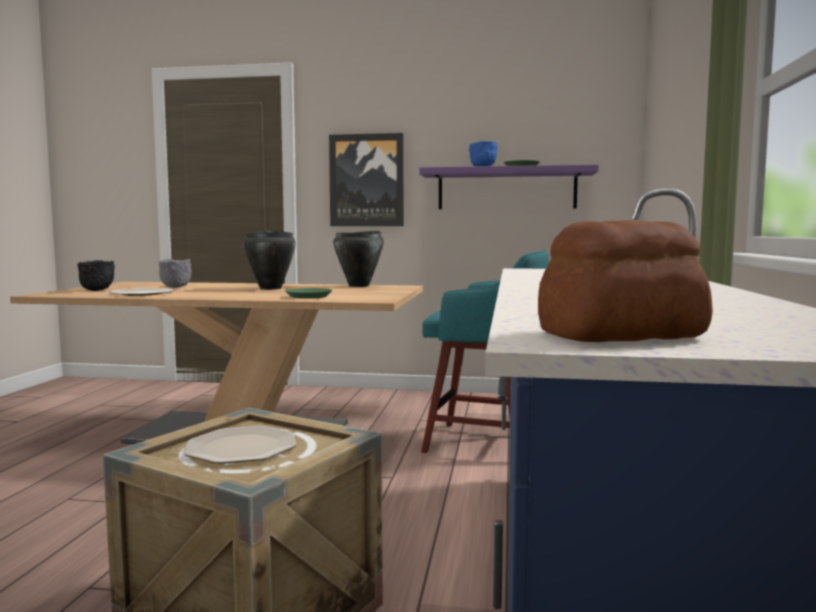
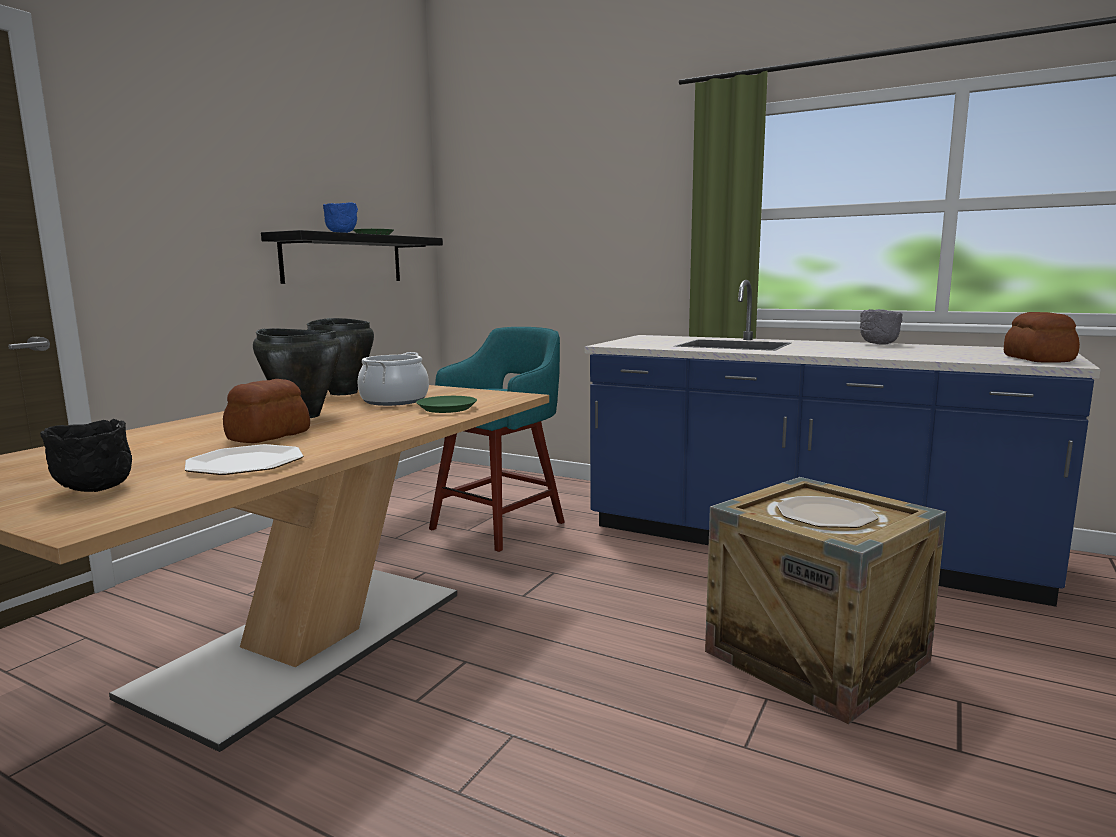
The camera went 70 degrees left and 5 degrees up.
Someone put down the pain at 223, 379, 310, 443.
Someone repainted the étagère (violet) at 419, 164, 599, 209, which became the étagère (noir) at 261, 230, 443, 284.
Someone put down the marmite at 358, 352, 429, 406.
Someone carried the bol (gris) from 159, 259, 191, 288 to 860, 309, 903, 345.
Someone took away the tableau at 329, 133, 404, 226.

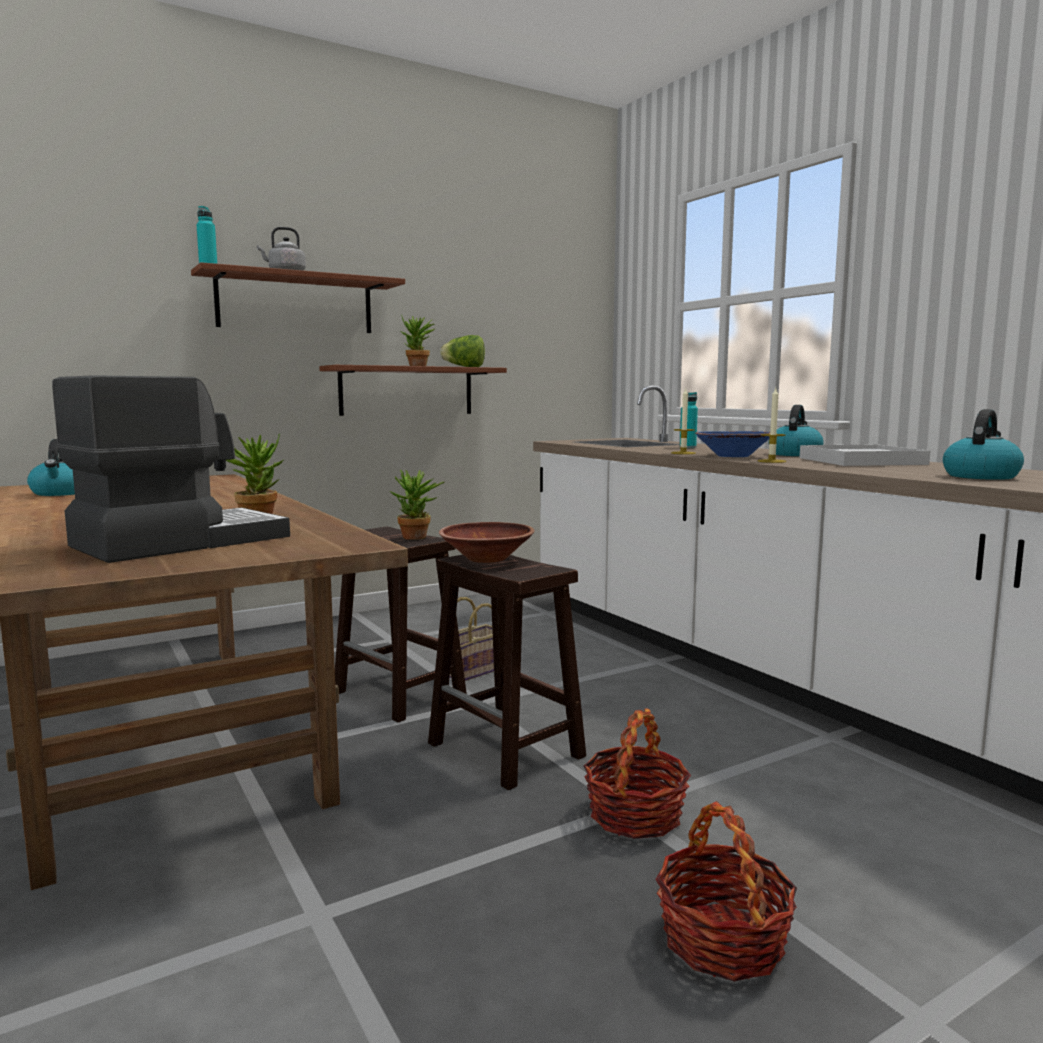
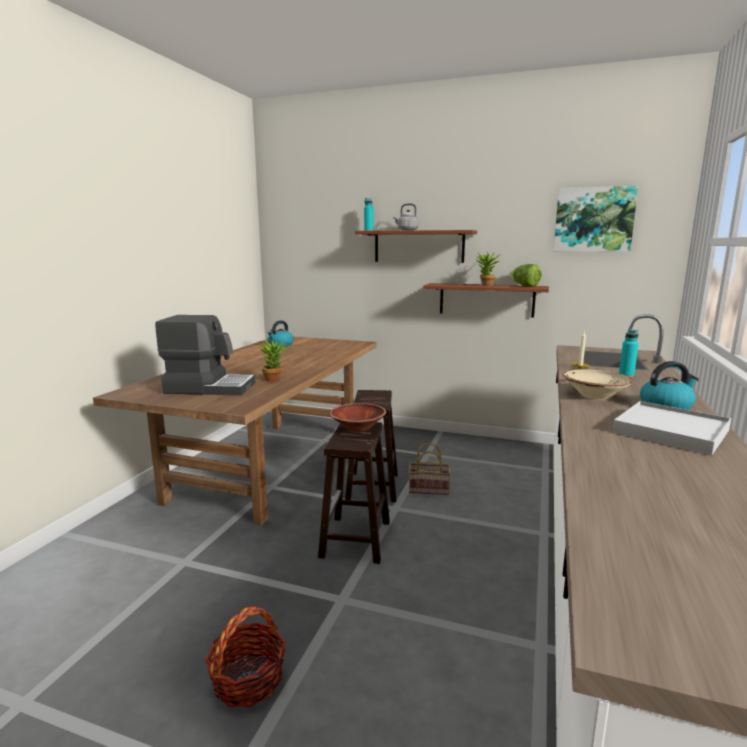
The camera went 50 degrees right and 5 degrees up.
Someone put up the tableau at 553, 186, 638, 252.
Someone repainted the bol (bleu) at 695, 431, 770, 457, which became the bol (beige) at 563, 369, 633, 400.
Someone took away the plante en pot at 390, 470, 445, 540.
Someone took away the panier at 584, 708, 691, 839.
Someone took away the bougie at 758, 388, 786, 463.
Someone took away the bouilloire at 943, 409, 1024, 480.

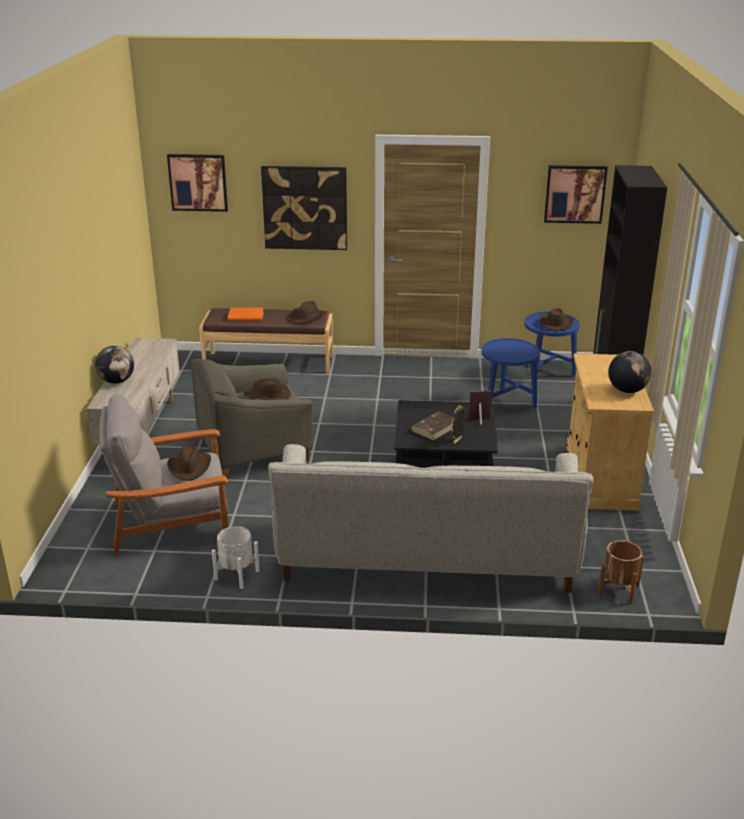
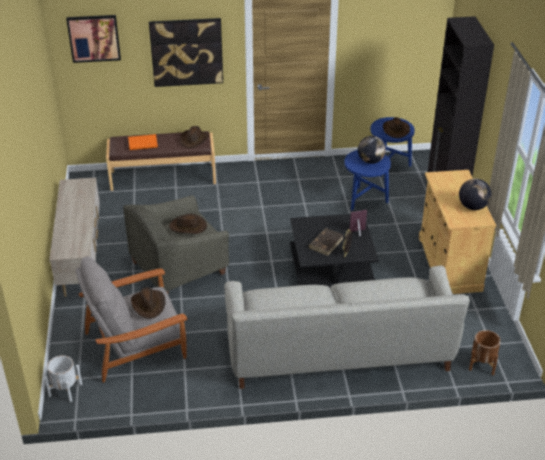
The camera went 10 degrees left and 10 degrees up.
Someone carried the cache-pot (blanc) from 212, 526, 260, 589 to 44, 355, 82, 402.
Someone carried the globe from 95, 346, 134, 384 to 358, 136, 386, 164.
Someone took away the tableau at 544, 165, 608, 224.

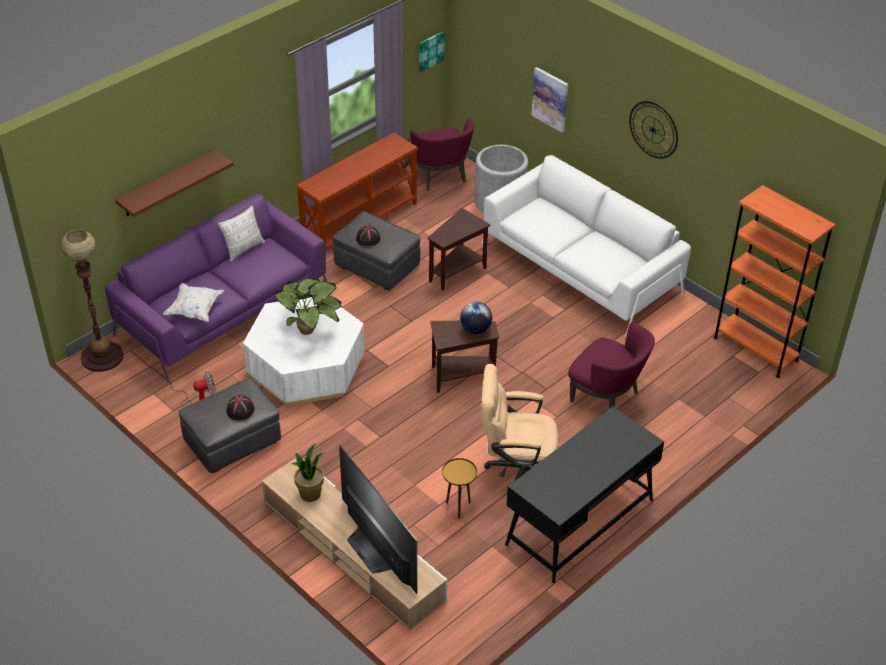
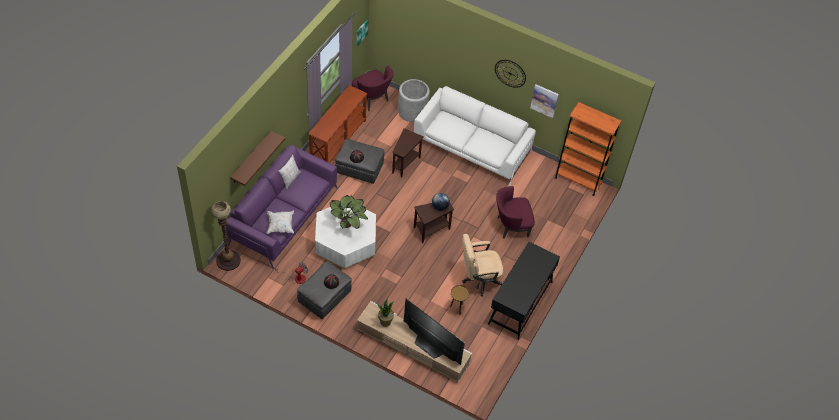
The camera went 20 degrees left and 10 degrees up.
Someone rotated the fauteuil (violet) at 568, 322, 655, 409 by 150 degrees clockwise.
Someone carried the tableau from 531, 67, 568, 132 to 530, 84, 559, 118.

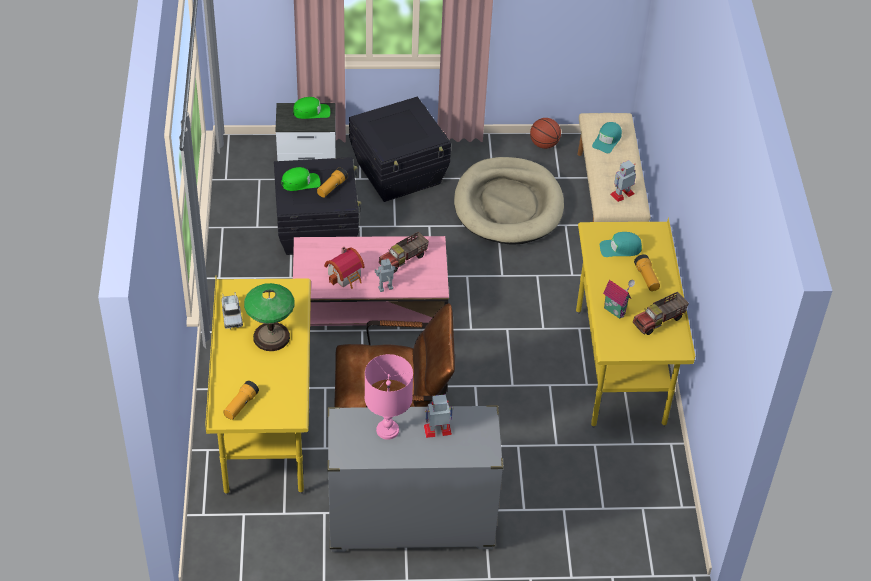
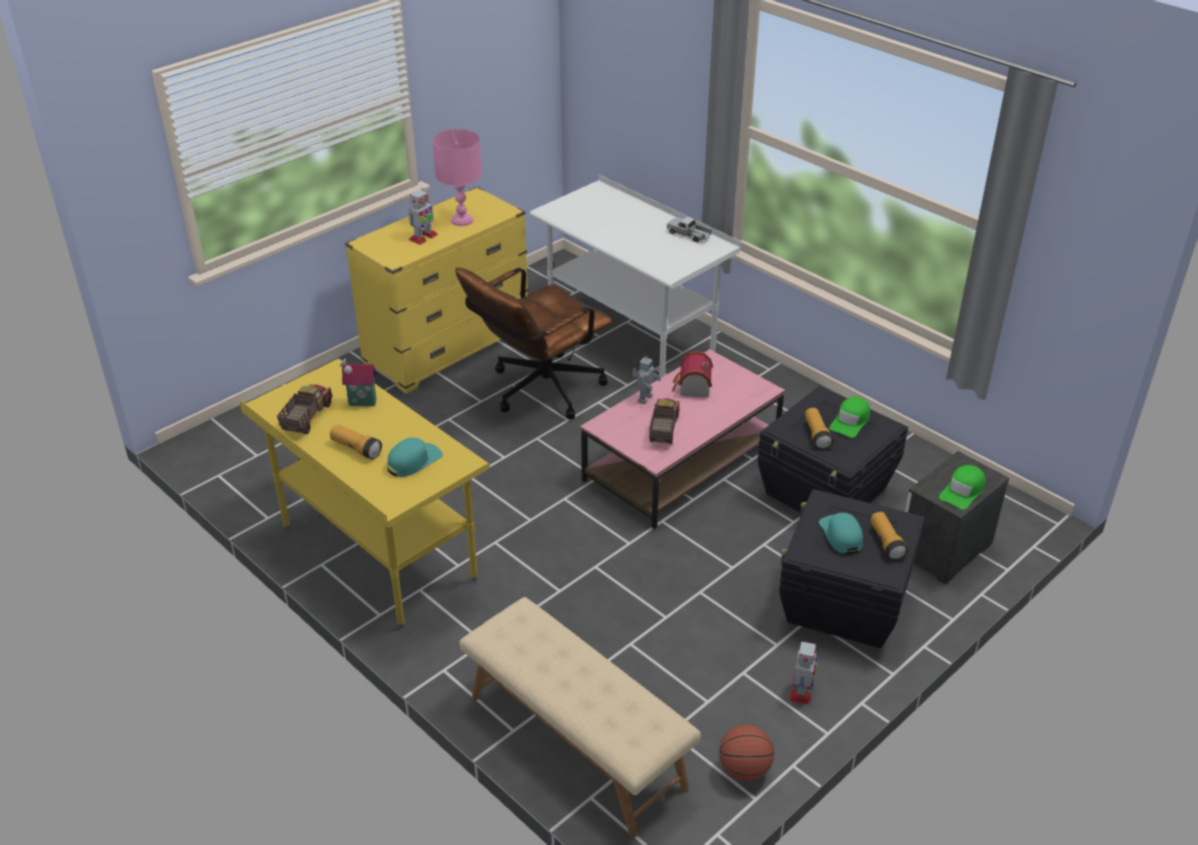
The camera went 140 degrees right and 10 degrees down.
Someone repainted the commode (gris) at 327, 405, 503, 552, which became the commode (jaune) at 345, 187, 528, 394.
Someone repainted the bureau (jaune) at 205, 277, 311, 495, which became the bureau (blanc) at 530, 175, 741, 378.
Someone carried the robot jouet from 610, 160, 636, 202 to 789, 638, 817, 705.
Someone carried the casquette (turquoise) from 592, 122, 622, 153 to 819, 513, 863, 555.
Someone carried the lampe de poche from 223, 381, 259, 420 to 871, 512, 908, 560.
Someone took away the lampe de table at 244, 283, 295, 351.
Someone took away the panier pour chien (beige) at 454, 157, 564, 245.

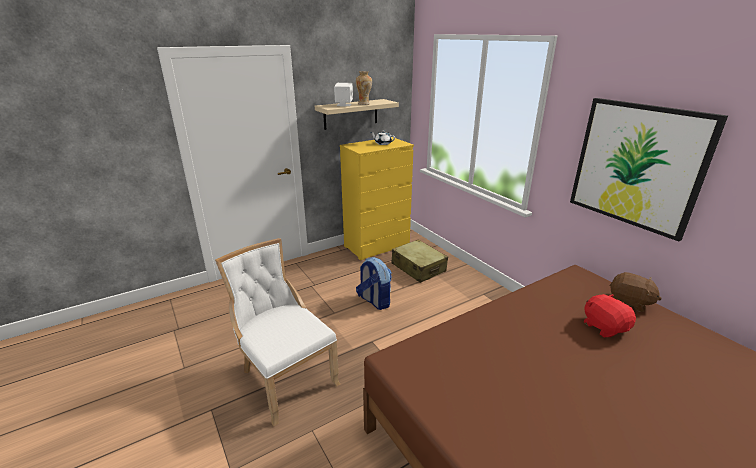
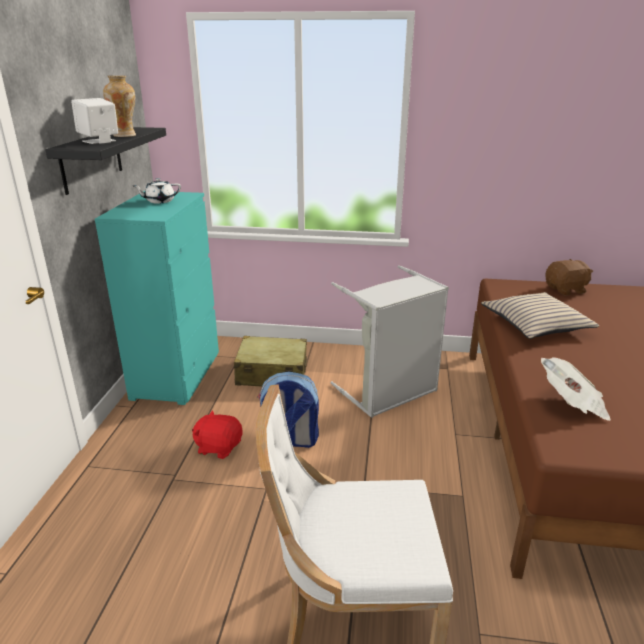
The camera went 50 degrees left and 0 degrees up.
Someone repainted the étagère (beige) at 315, 99, 399, 130, which became the étagère (noir) at 45, 127, 166, 195.
Someone repainted the commode (jaune) at 340, 137, 414, 260, which became the commode (turquoise) at 95, 191, 219, 405.
Someone carried the peluche (rouge) from 584, 294, 636, 337 to 192, 410, 243, 459.
Someone put down the panier à linge (gris) at 330, 265, 449, 418.
Someone put down the coussin (beige) at 481, 292, 599, 339.
Someone put down the journal at 541, 357, 611, 421.
Someone took away the tableau at 570, 98, 728, 241.

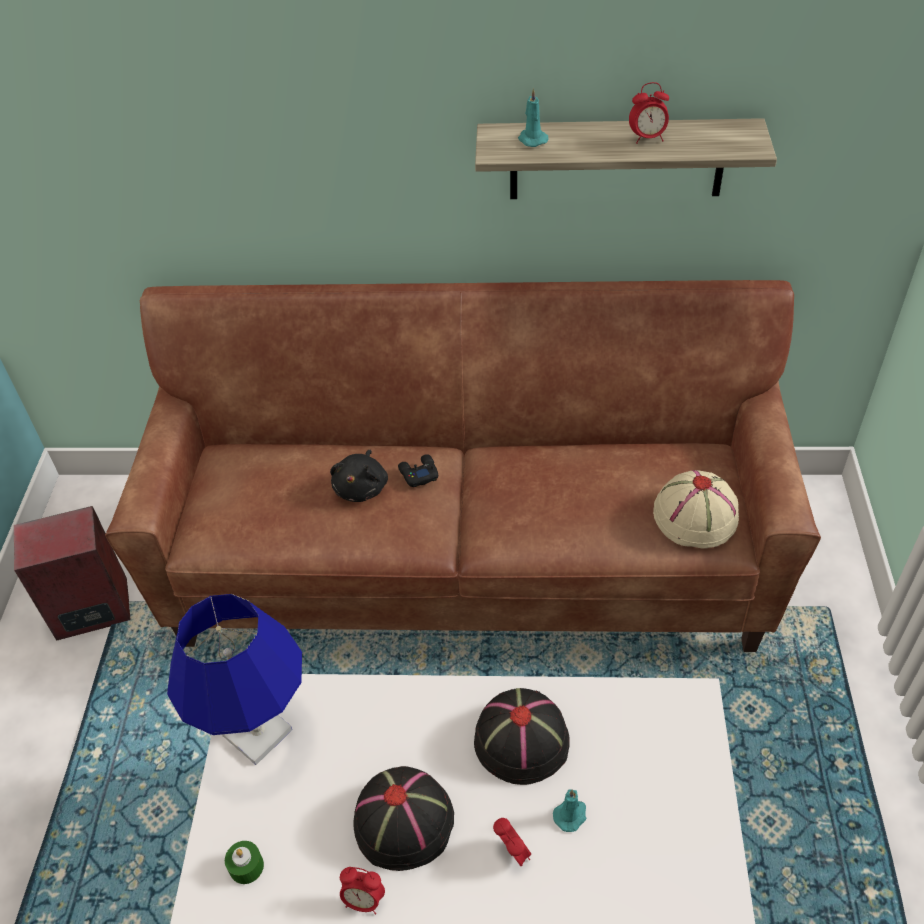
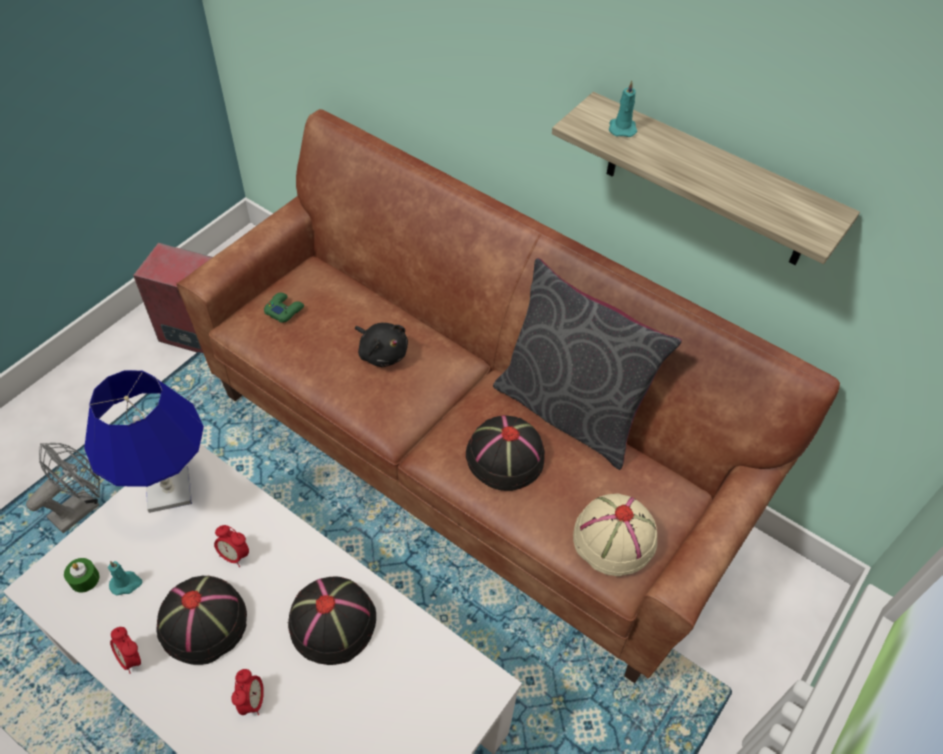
The camera went 30 degrees right and 5 degrees up.
Someone put down the ventilateur (gris) at 26, 443, 100, 533.
Someone carried the bougie (turquoise) from 553, 789, 586, 832 to 108, 561, 142, 596.
Someone carried the réveil from 629, 82, 669, 144 to 214, 525, 249, 567.
Someone put down the manette (vert) at 264, 293, 304, 323.
Someone rotated the peluche (noir) at 330, 450, 388, 502 by 90 degrees counterclockwise.
Someone put down the chapeau (noir) at 466, 415, 545, 491.
Someone put down the coussin (gris) at 493, 258, 682, 470.
Someone took away the manette (noir) at 398, 454, 438, 487.

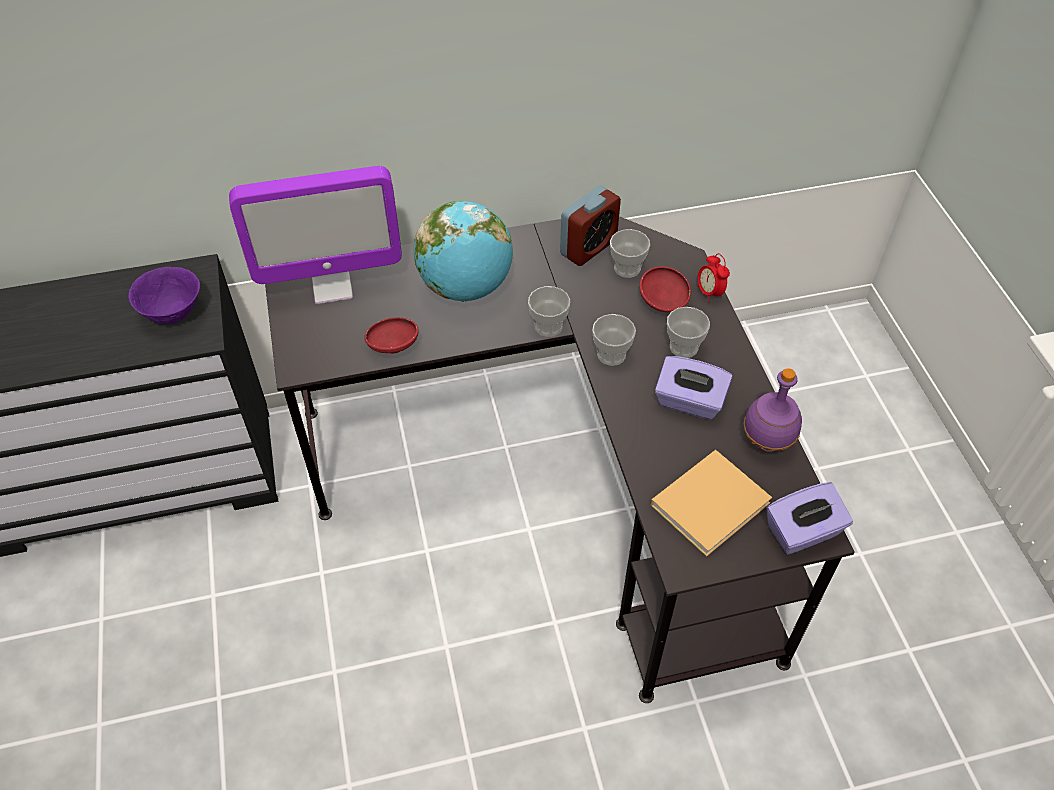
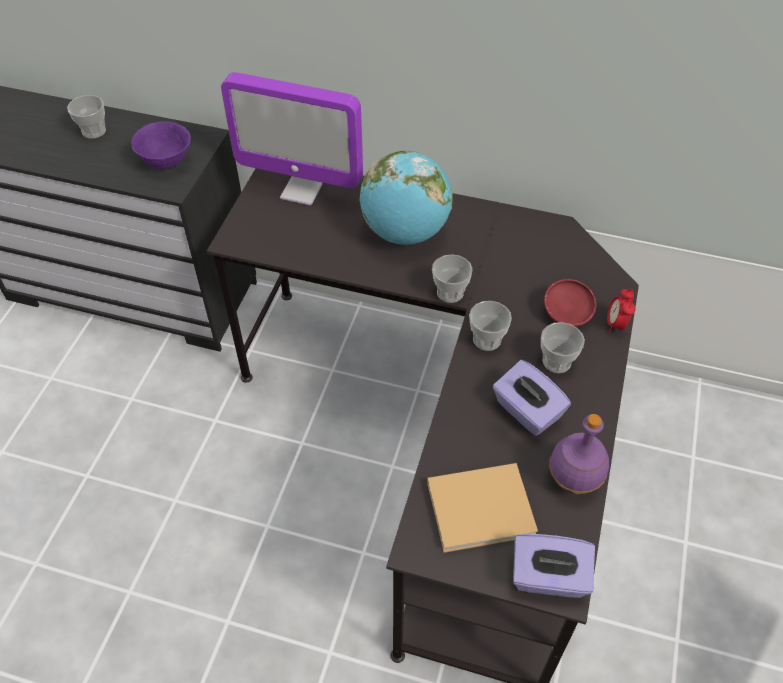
The camera went 30 degrees right and 0 degrees up.
Someone carried the tasse from 610, 229, 650, 278 to 67, 95, 106, 139.
Someone took away the bol (rouge) at 364, 317, 419, 353.
Someone took away the réveil at 560, 186, 621, 266.

